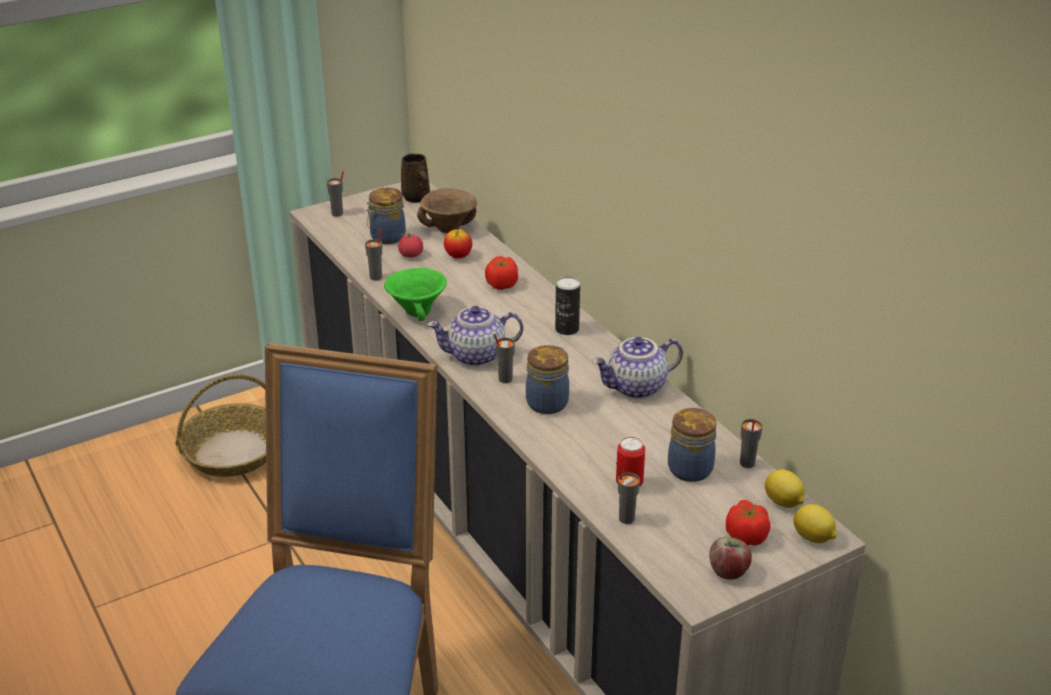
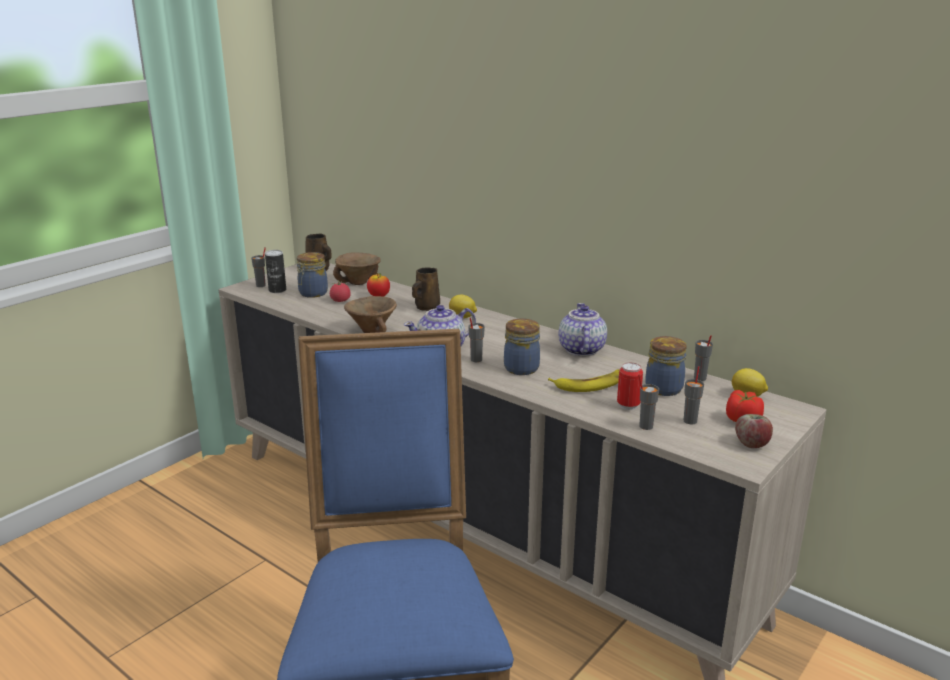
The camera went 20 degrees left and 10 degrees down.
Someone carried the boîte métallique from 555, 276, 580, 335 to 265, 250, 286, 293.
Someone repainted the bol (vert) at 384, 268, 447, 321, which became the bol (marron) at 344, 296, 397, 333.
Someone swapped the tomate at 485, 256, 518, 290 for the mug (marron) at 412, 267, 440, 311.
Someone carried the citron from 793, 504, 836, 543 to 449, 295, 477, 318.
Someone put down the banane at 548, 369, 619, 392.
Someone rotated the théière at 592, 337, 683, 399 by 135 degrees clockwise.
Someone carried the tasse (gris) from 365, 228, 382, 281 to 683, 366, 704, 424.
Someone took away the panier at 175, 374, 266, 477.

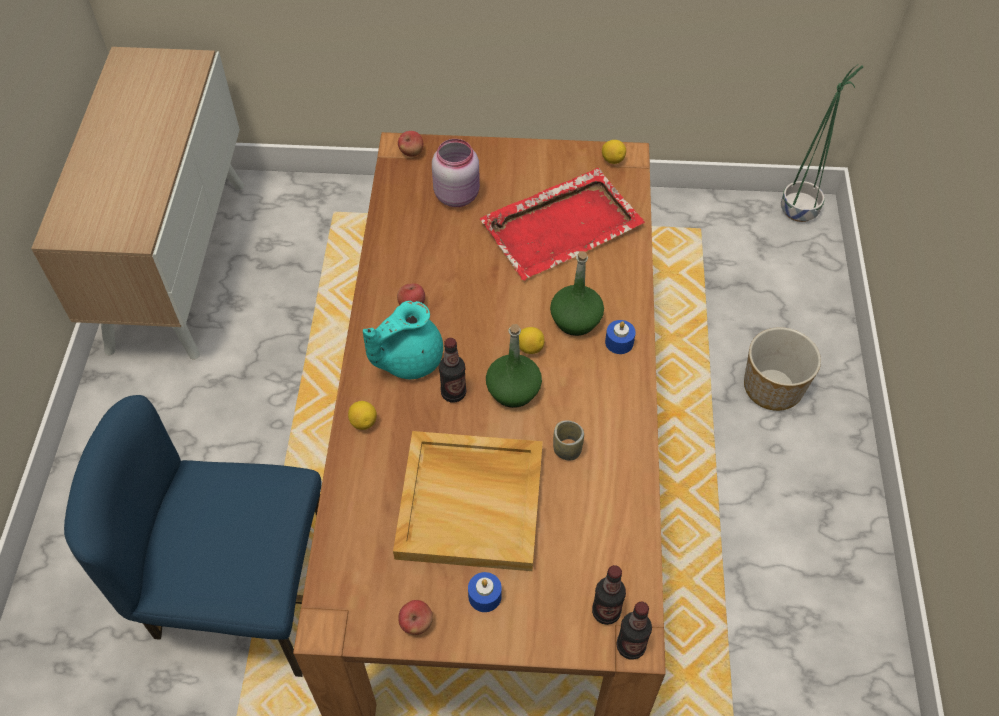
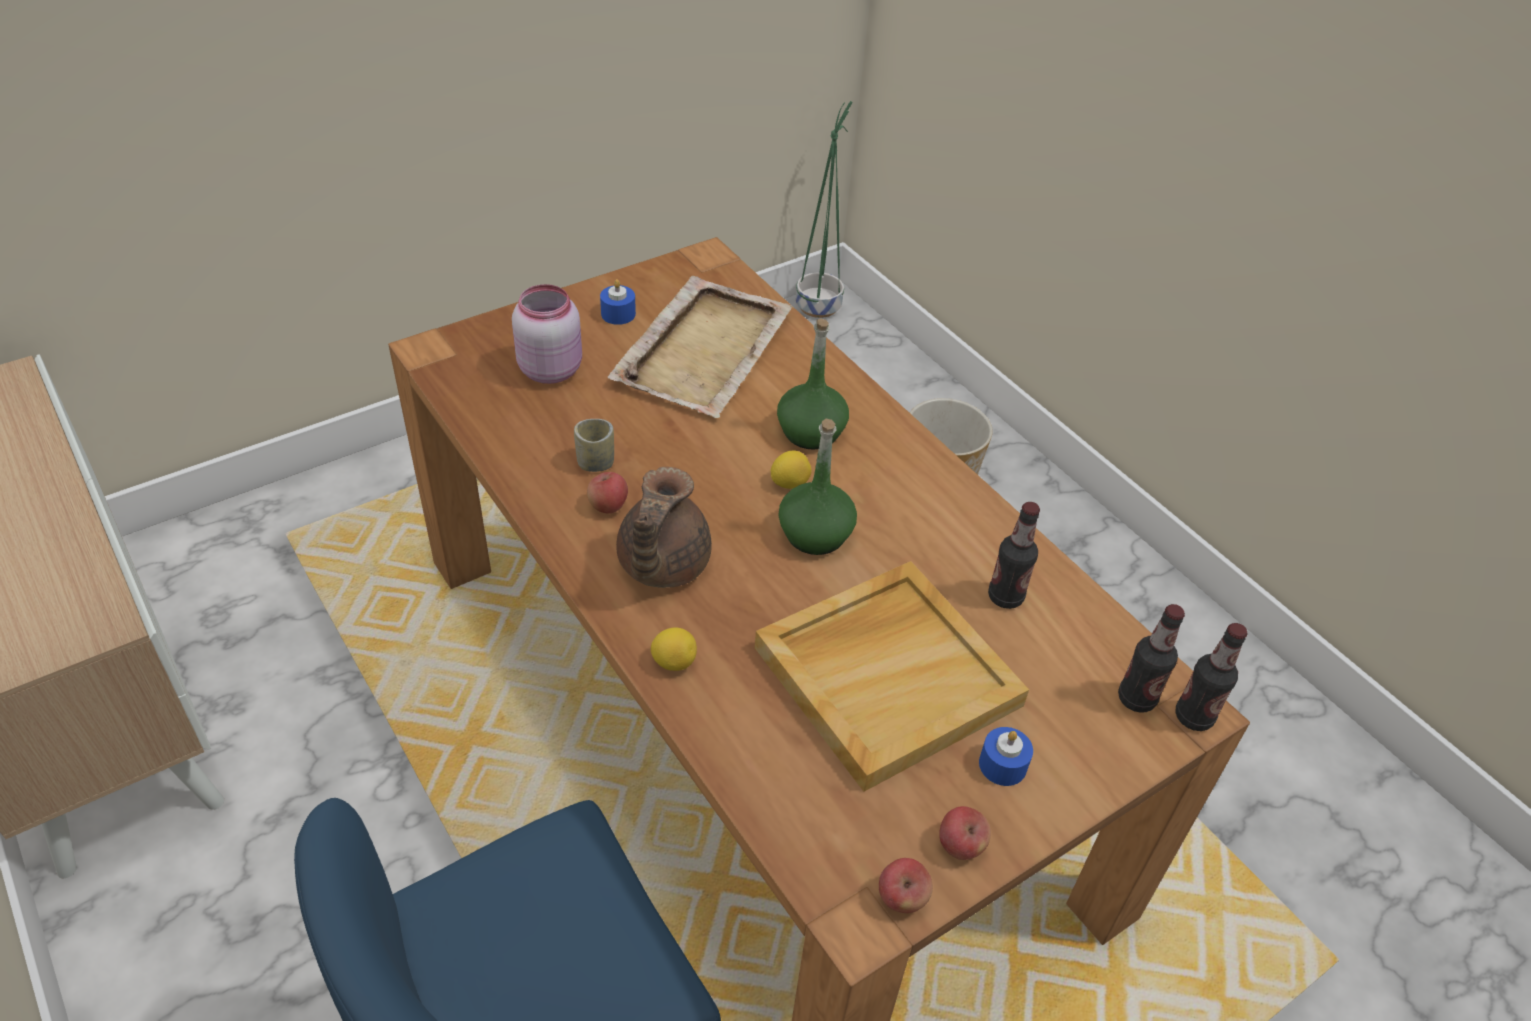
The camera went 40 degrees left and 10 degrees down.
Someone carried the tasse from 553, 420, 584, 460 to 574, 419, 614, 472.
Someone carried the bougie (bleu) from 605, 320, 636, 354 to 600, 279, 636, 325.
Someone repainted the plateau (rouge) at 480, 168, 645, 280, which became the plateau (beige) at 608, 276, 793, 418.
Someone repainted the théière (turquoise) at 363, 301, 443, 379, which became the théière (marron) at 616, 467, 712, 588.
Someone carried the pomme from 398, 131, 423, 157 to 879, 858, 933, 913.
Someone carried the bouteille from 439, 338, 466, 403 to 988, 502, 1040, 609.
Someone took away the citron at 602, 140, 626, 164.

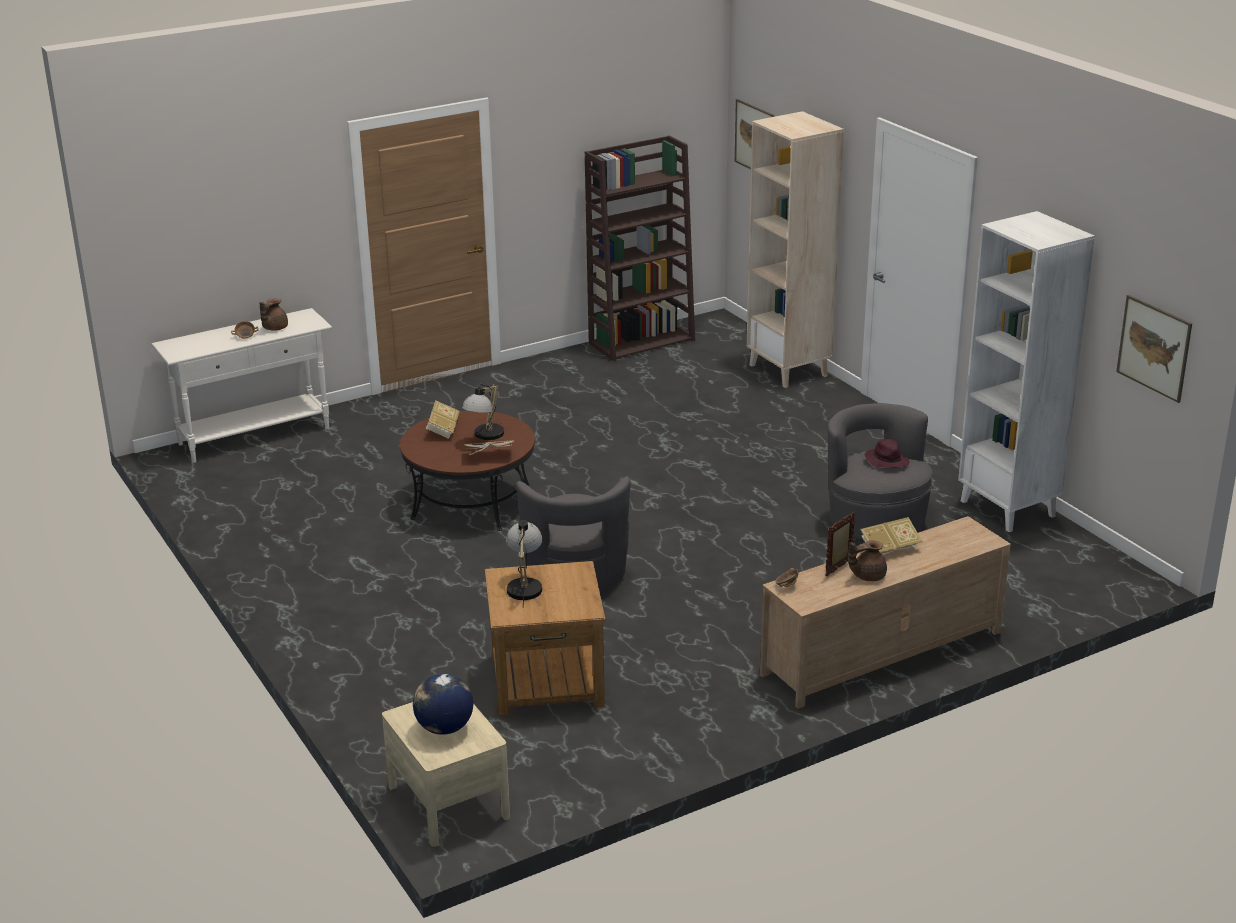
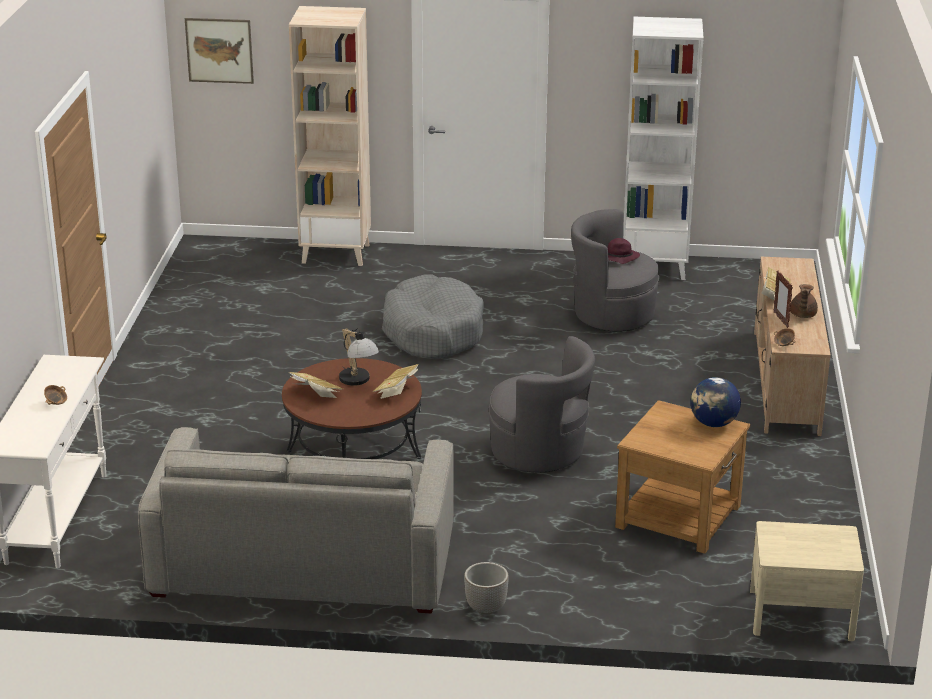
The camera went 55 degrees left and 0 degrees up.
Someone put down the canapé (gris) at 138, 427, 454, 613.
Someone put down the panier pour chien (gris) at 382, 274, 483, 359.
Someone put down the cache-pot at 464, 562, 509, 615.
Someone carried the globe from 413, 674, 473, 735 to 690, 377, 741, 427.
Someone took away the théière (marron) at 260, 298, 288, 331.
Someone took away the lampe de table at 506, 520, 543, 607.
Someone took away the bibliothèque (marron) at 585, 135, 695, 362.
Someone took away the tableau at 1116, 295, 1192, 403.

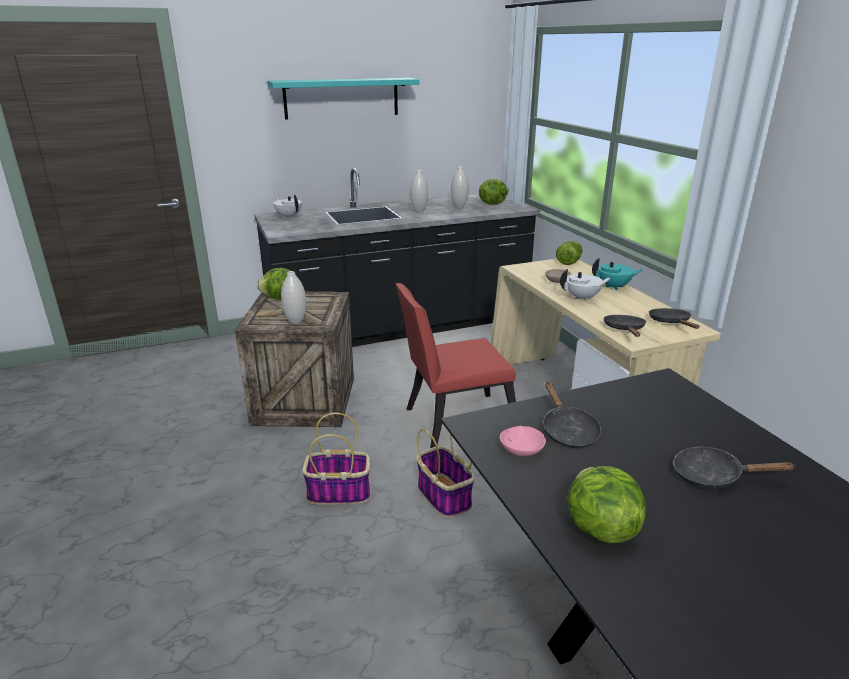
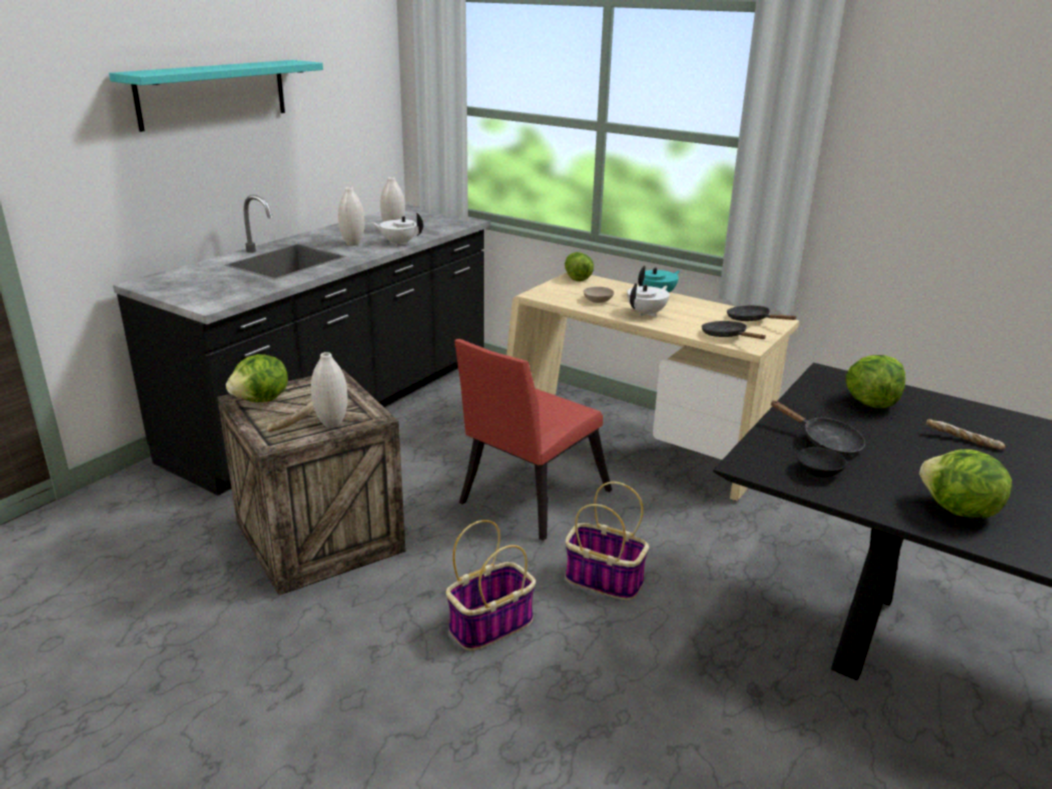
The camera went 35 degrees left and 0 degrees up.
Someone carried the théière (blanc) from 273, 195, 302, 218 to 371, 213, 423, 246.
Someone repainted the bol (rose) at 500, 426, 546, 456, which became the bol (noir) at 797, 447, 847, 477.
Someone carried the laitue from 479, 179, 509, 205 to 846, 355, 906, 408.
Someone swapped the poêle (noir) at 673, 446, 796, 489 for the pain at 926, 419, 1005, 450.

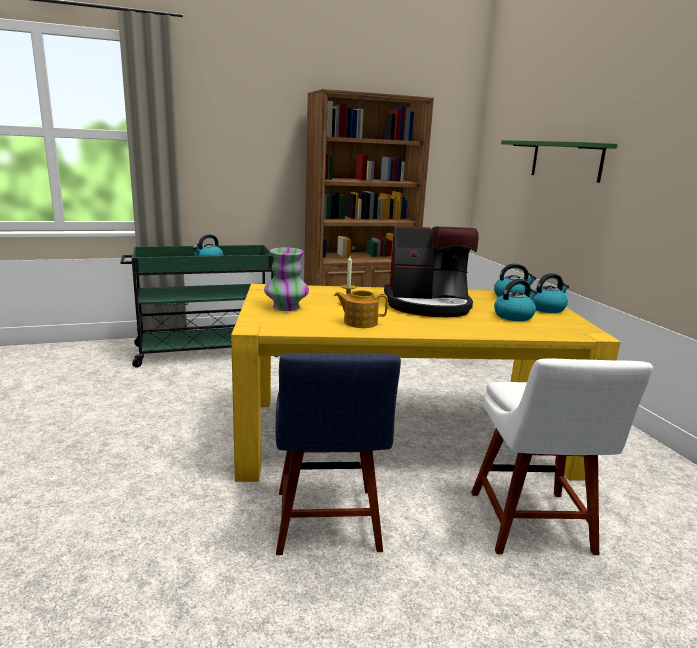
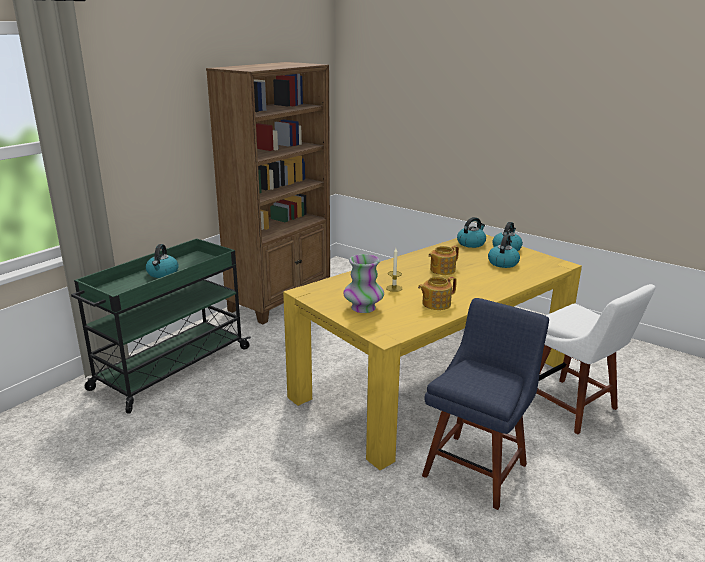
The camera went 35 degrees left and 5 degrees up.
Someone rotated the chaise (bleu) at 275, 353, 401, 555 by 105 degrees counterclockwise.
Someone swapped the machine à café at 384, 226, 479, 317 for the théière at 428, 245, 459, 275.
Someone took away the étagère (vert) at 501, 140, 618, 183.

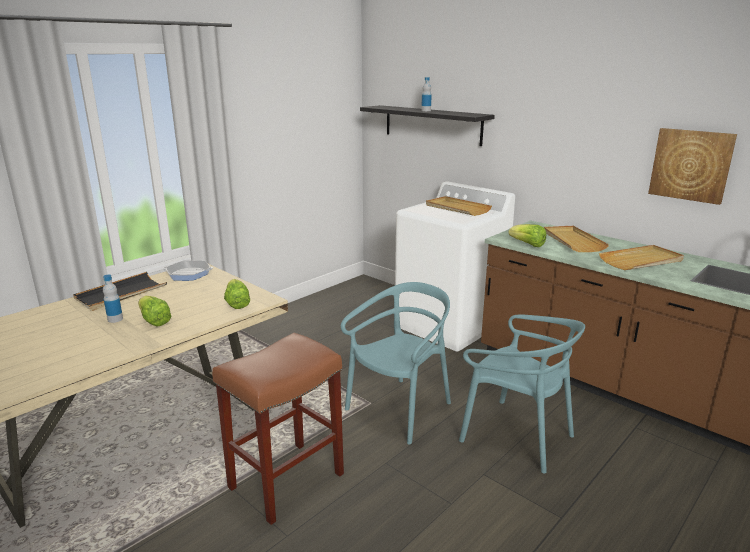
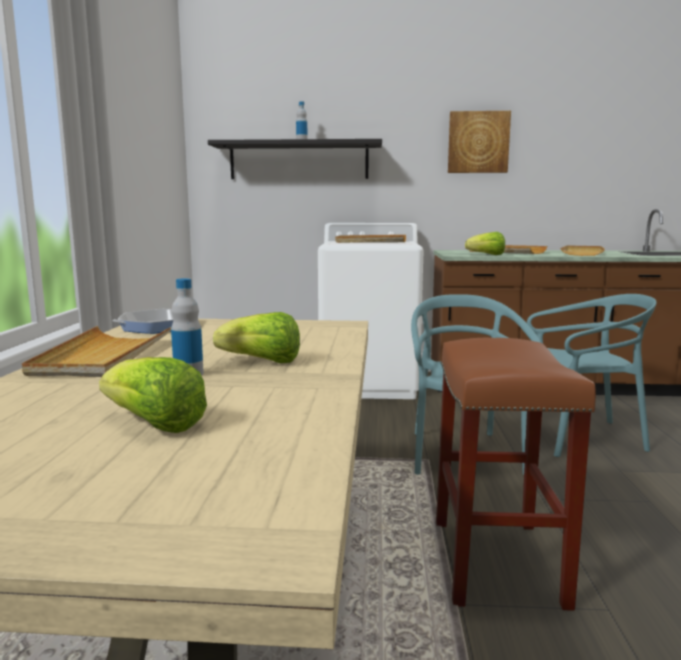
The camera went 40 degrees left and 10 degrees down.
Someone repainted the plateau (noir) at 73, 272, 167, 311, which became the plateau (beige) at 22, 326, 171, 377.
Someone carried the laitue from 224, 279, 250, 309 to 99, 357, 207, 433.
Someone carried the tableau from 648, 128, 737, 205 to 448, 111, 511, 173.

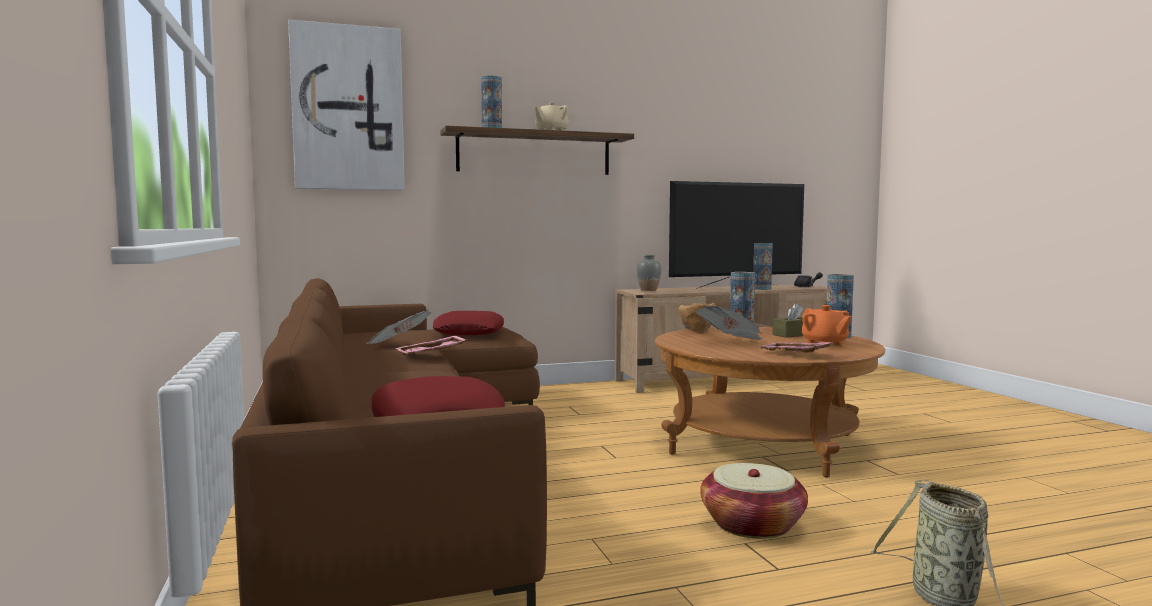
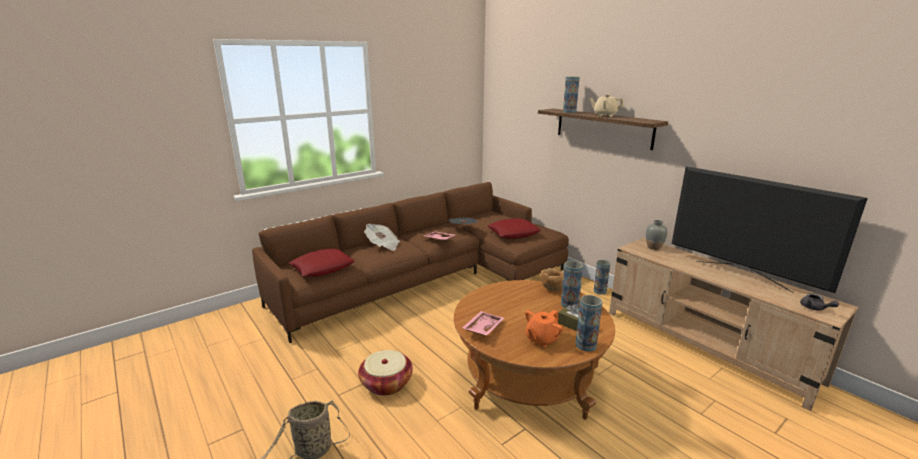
The camera went 70 degrees right and 15 degrees up.
Someone carried the journal from 695, 306, 762, 340 to 364, 224, 400, 251.
Someone carried the vase from 753, 243, 773, 290 to 594, 260, 610, 295.
Someone took away the tableau at 288, 20, 405, 190.

